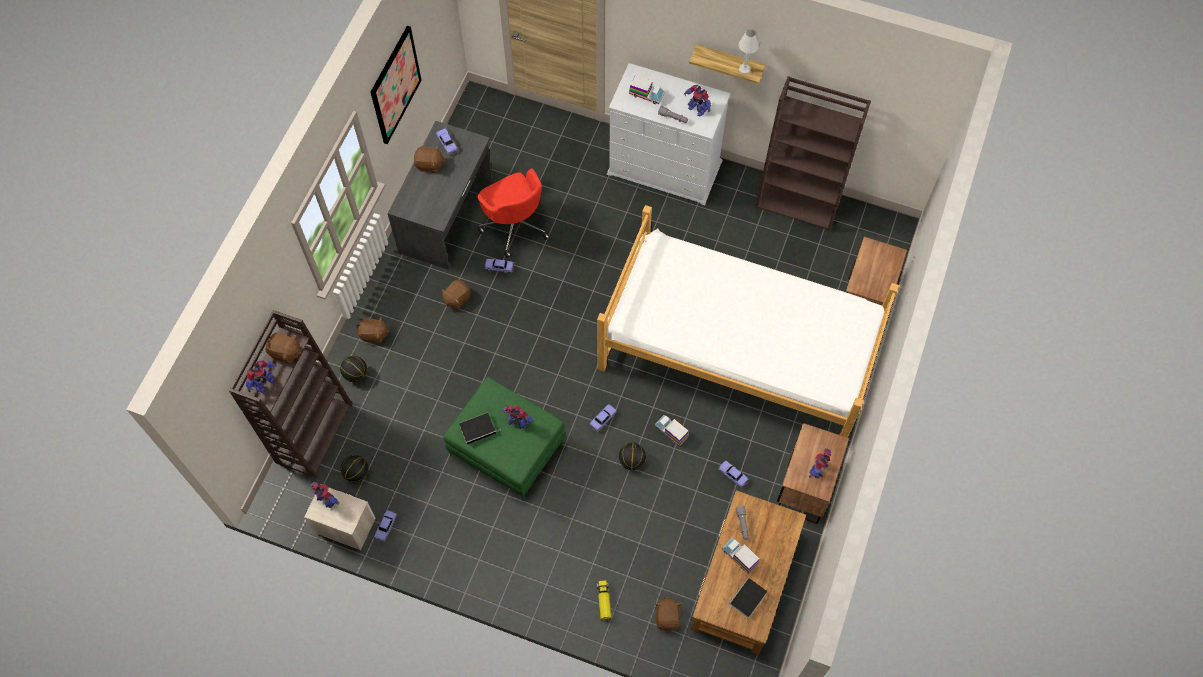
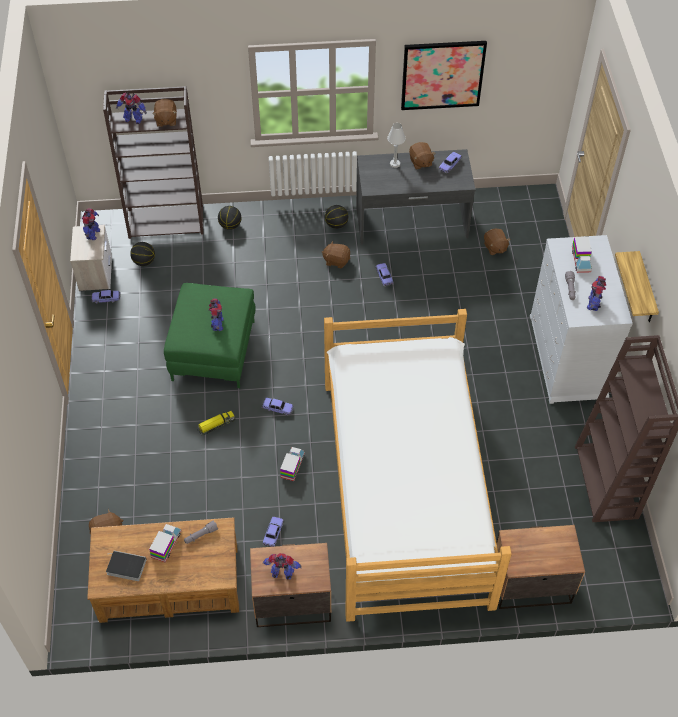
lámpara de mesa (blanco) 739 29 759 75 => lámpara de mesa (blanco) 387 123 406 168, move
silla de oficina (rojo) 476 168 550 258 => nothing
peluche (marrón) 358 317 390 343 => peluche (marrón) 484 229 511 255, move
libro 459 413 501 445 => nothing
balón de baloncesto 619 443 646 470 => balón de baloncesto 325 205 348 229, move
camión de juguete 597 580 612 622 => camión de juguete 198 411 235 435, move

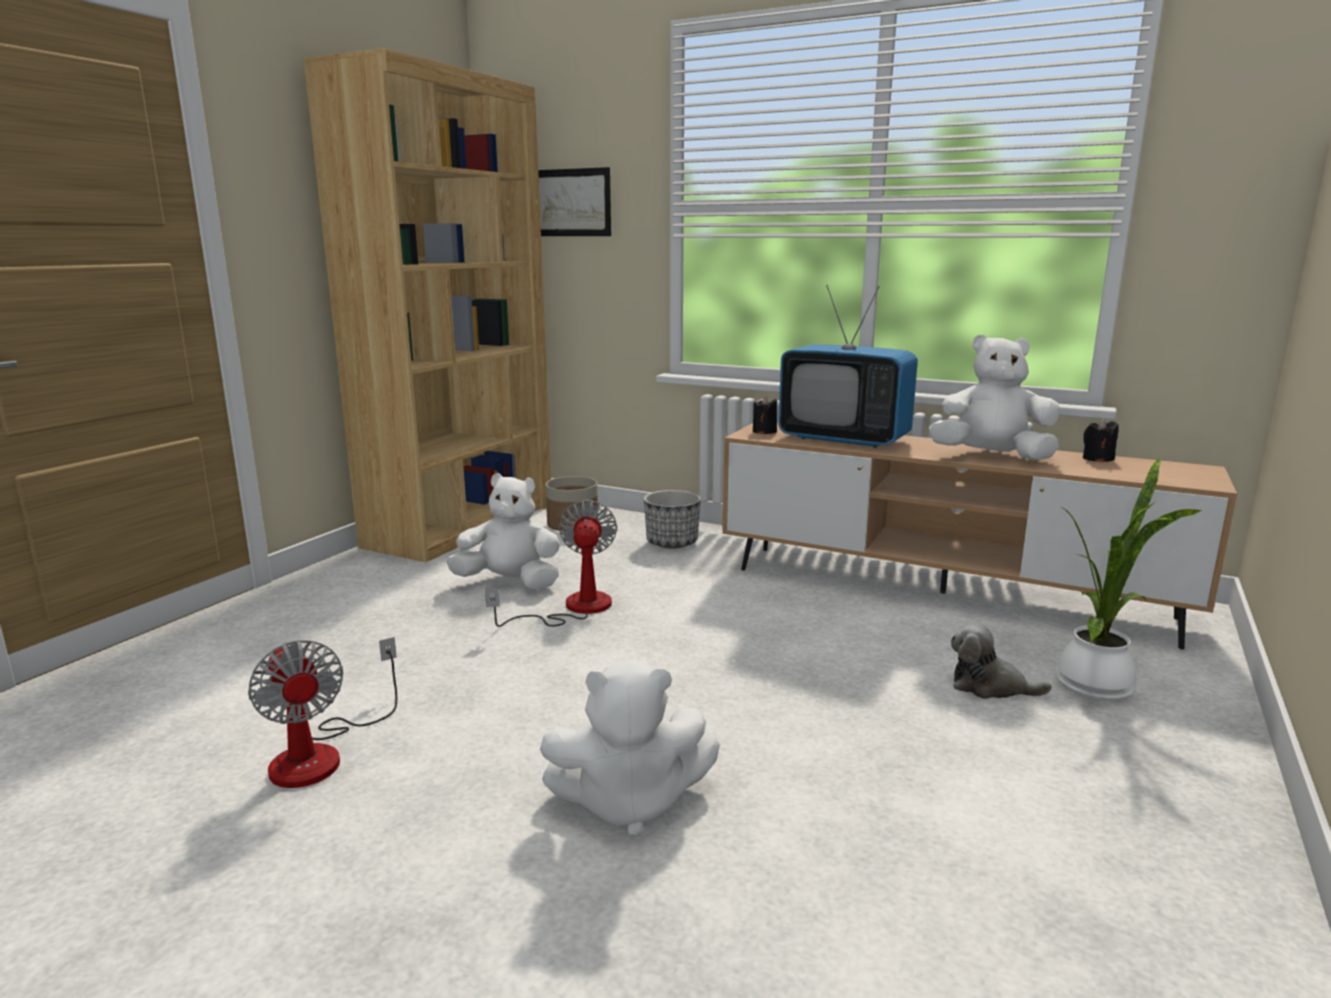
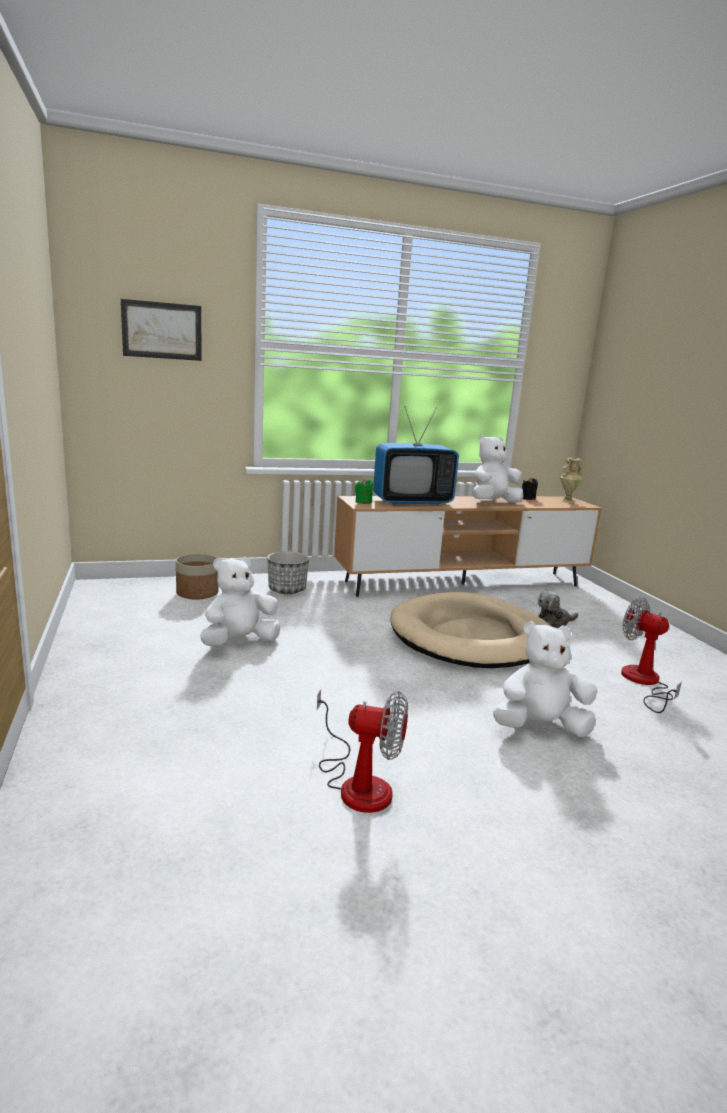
estantería (marrón) 303 48 551 562 => nothing
vela (negro) 753 396 777 434 => vela (verde) 355 479 373 504
planta en maceta 1055 458 1202 701 => nothing
ventilador 485 500 617 627 => ventilador 621 598 682 713, move
peluche (blanco) 540 660 720 837 => peluche (blanco) 493 621 597 737, 135 degrees counterclockwise
nothing => florero (beis) 560 458 583 503
nothing => cama para perro (beis) 390 592 552 668

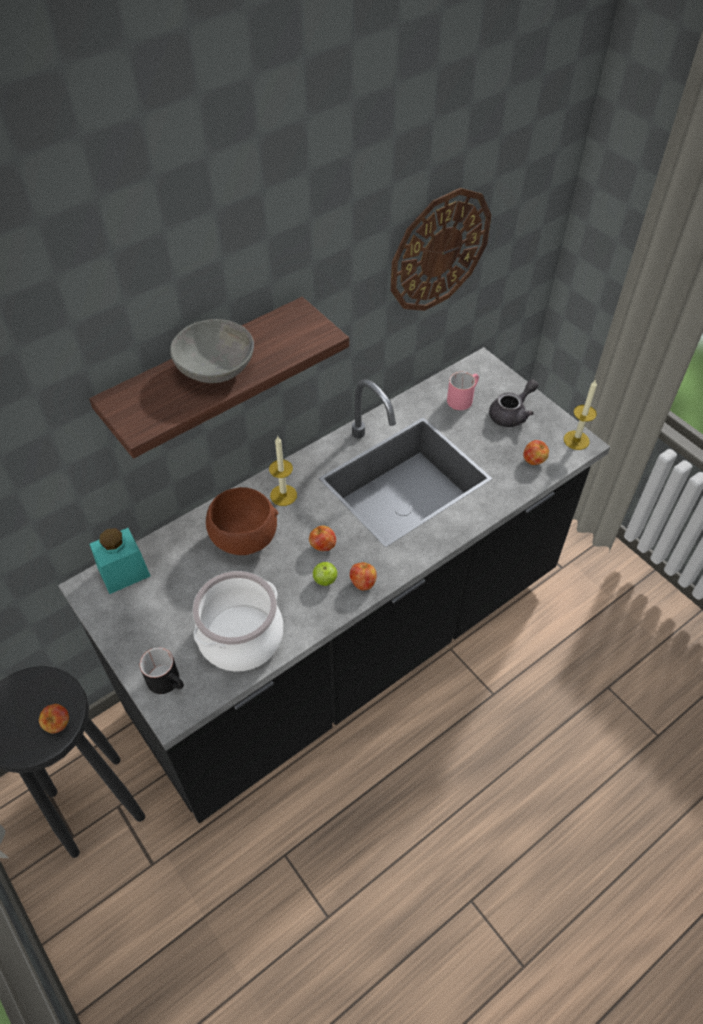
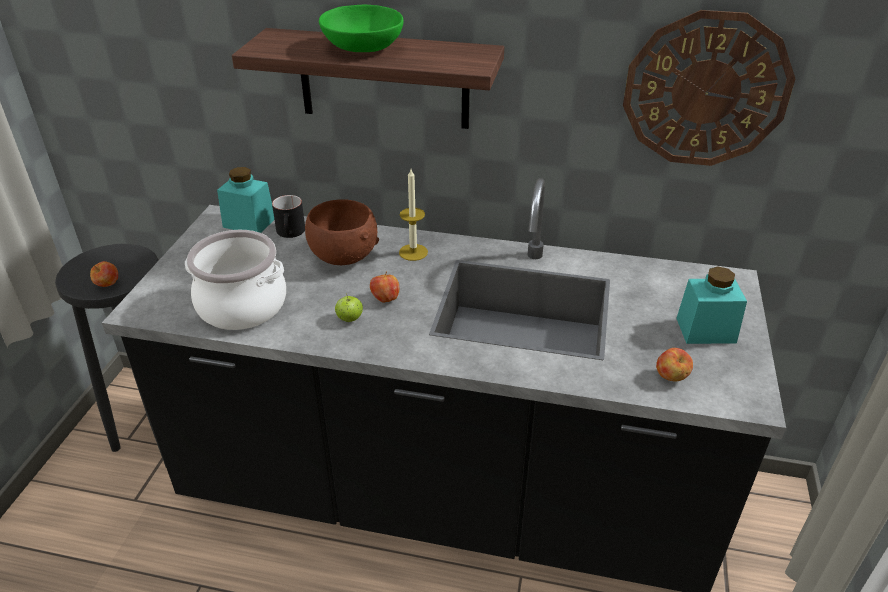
cuenco (gris) 170 319 254 383 => cuenco (verde) 319 5 404 52
taza grande (rosa) 447 372 479 410 => nothing
tetera (gris) 489 379 538 427 => tarro (turquesa) 676 266 747 344
vela 564 379 597 450 => nothing
manzana 350 562 377 591 => nothing
taza grande (negro) 140 647 184 694 => taza grande (negro) 272 195 305 238, move

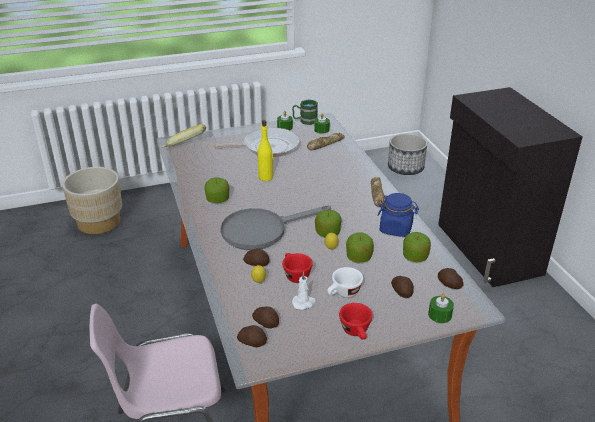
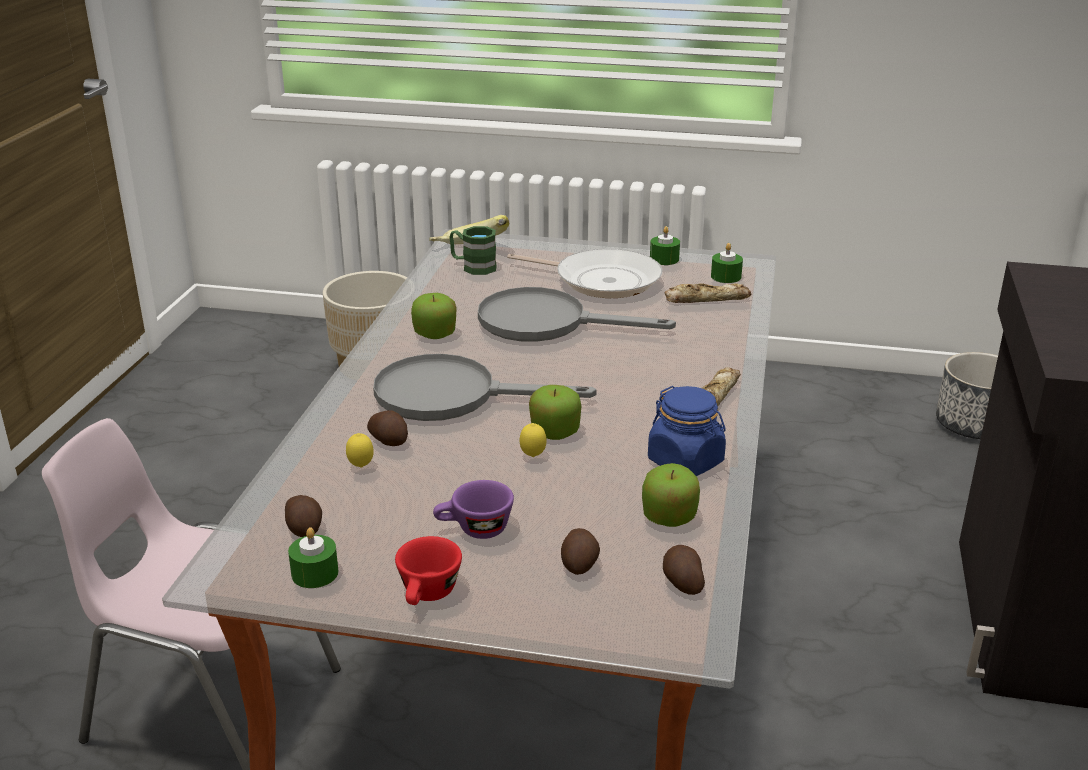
taza grande (verde) 292 100 318 125 => taza grande (verde) 449 226 497 275, move
botella (amarillo) 258 120 273 181 => sartén (gris) 478 287 676 342
manzana 346 232 374 263 => nothing
taza (rojo) 282 253 313 283 => nothing
taza (blanco) 327 267 363 298 => taza (morado) 433 480 514 539
vela (blanco) 292 272 316 310 => nothing
vela (verde) 428 294 454 323 => vela (verde) 288 527 339 588, move
patata 237 325 267 347 => nothing

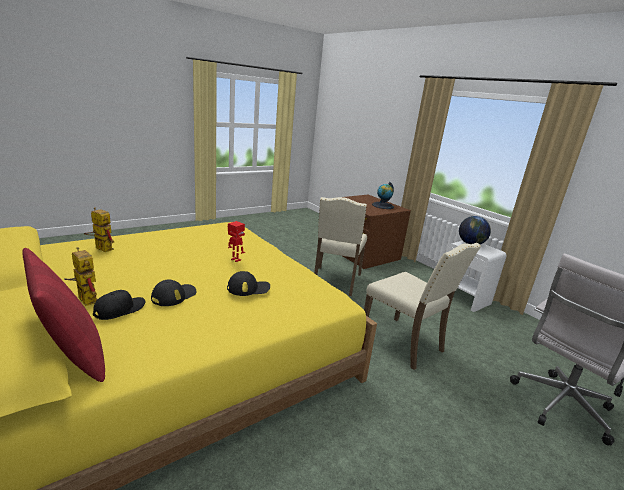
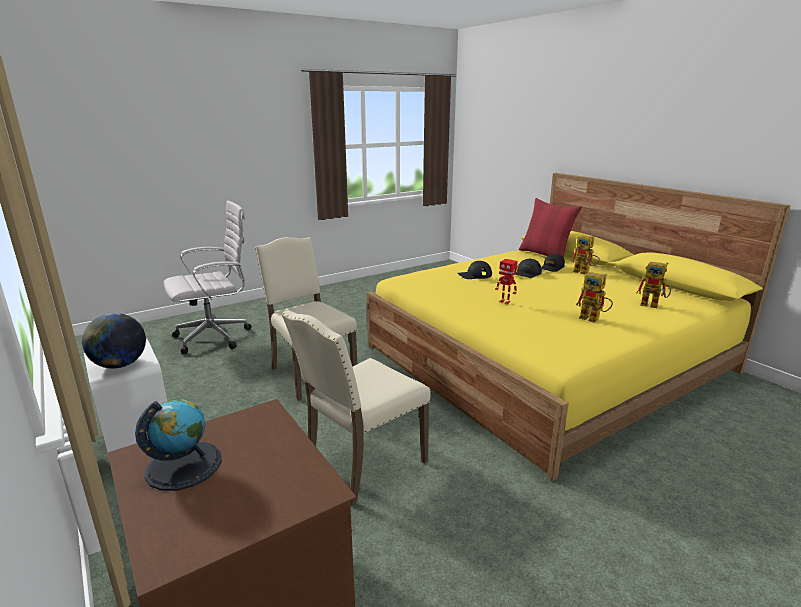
silla (beis) 314 197 367 296 => silla (beis) 281 310 431 506, 150 degrees counterclockwise
nothing => robot de juguete 576 272 613 323

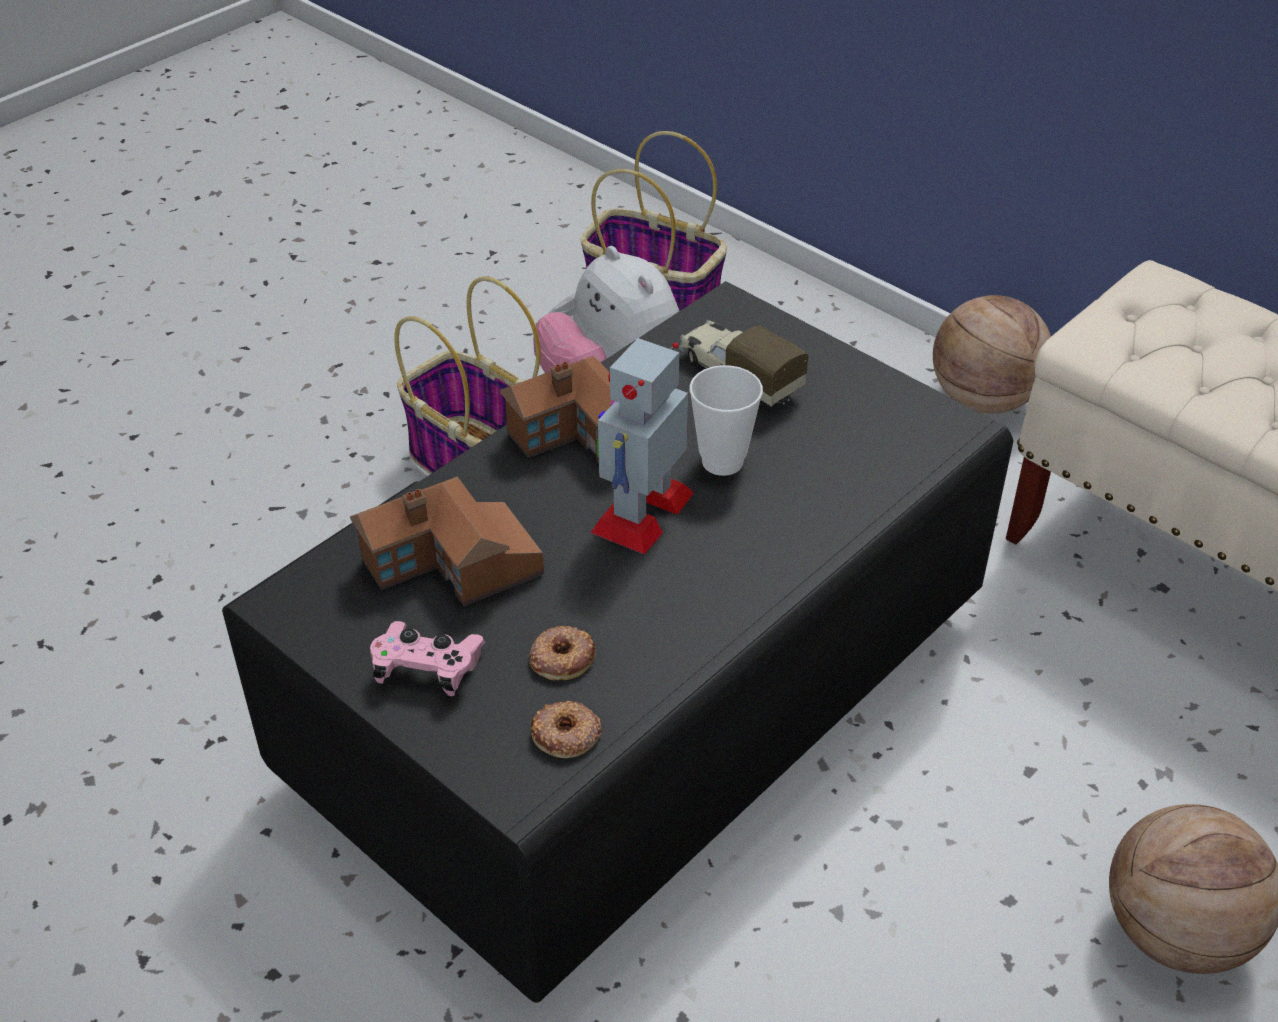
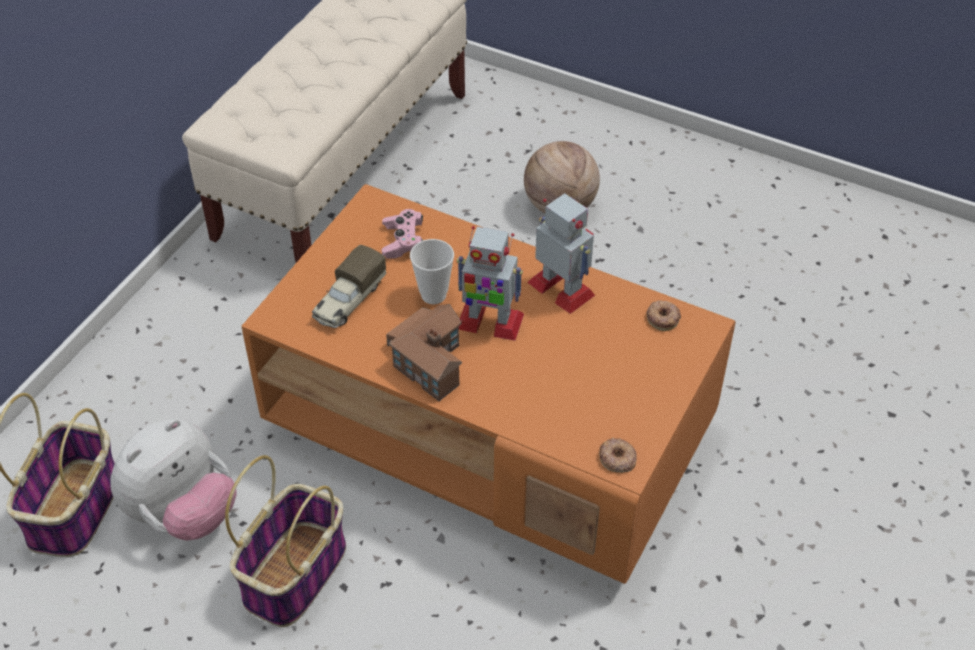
mesa de centro (negro) 222 281 1013 1003 => mesa de centro (naranja) 241 184 736 584
balón de baloncesto 933 295 1051 414 => nothing
casita 350 477 544 606 => nothing
mando de consola (rosa) 370 621 485 696 => mando de consola (rosa) 382 209 423 259, move
rosquilla 529 626 596 680 => rosquilla 599 438 637 473, move
nothing => robot de juguete 527 193 595 314

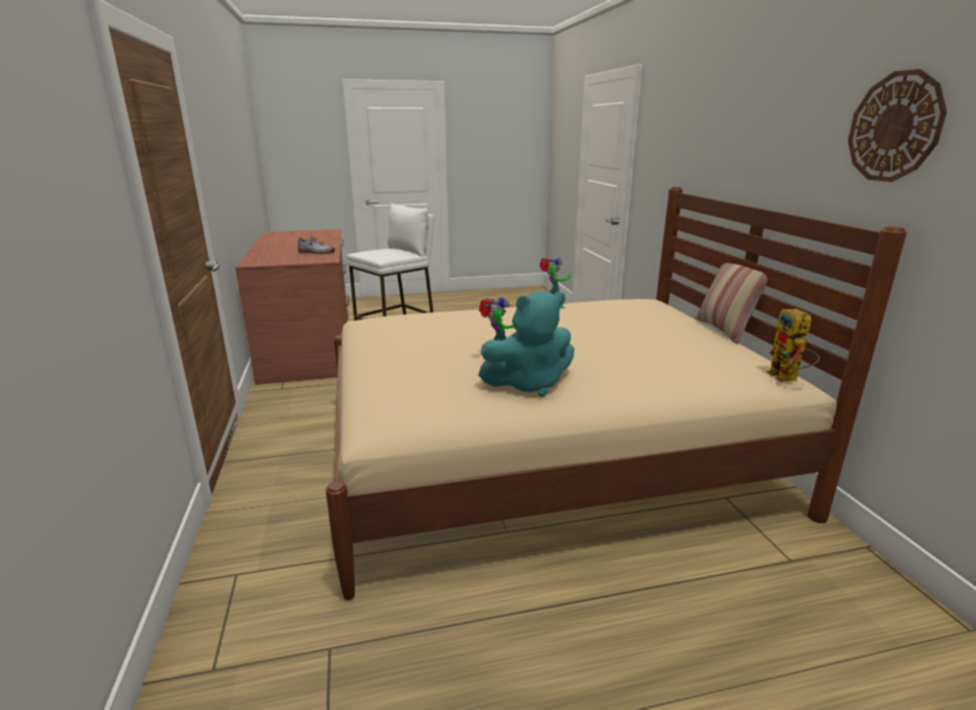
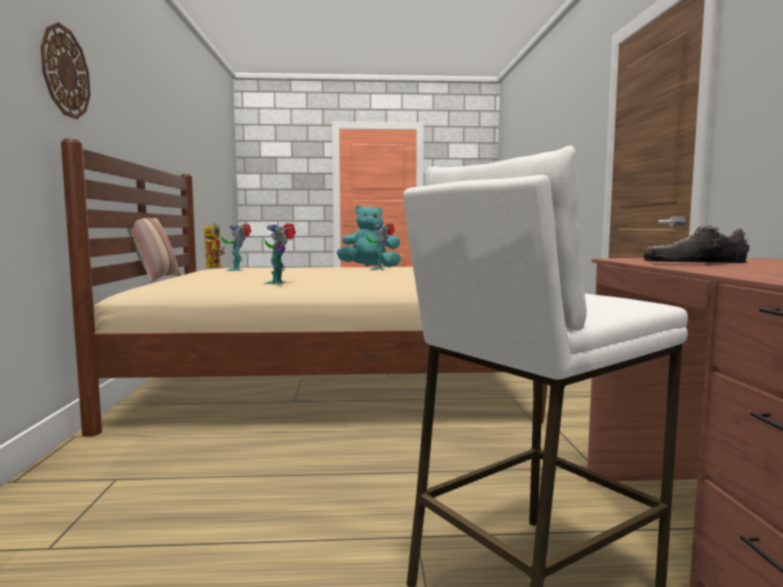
reloj de pared 848 69 947 182 => reloj de pared 41 22 90 119, move
nothing => robot de juguete 221 224 252 271

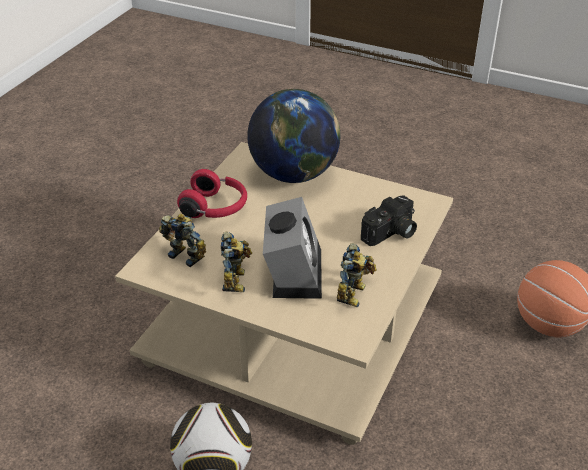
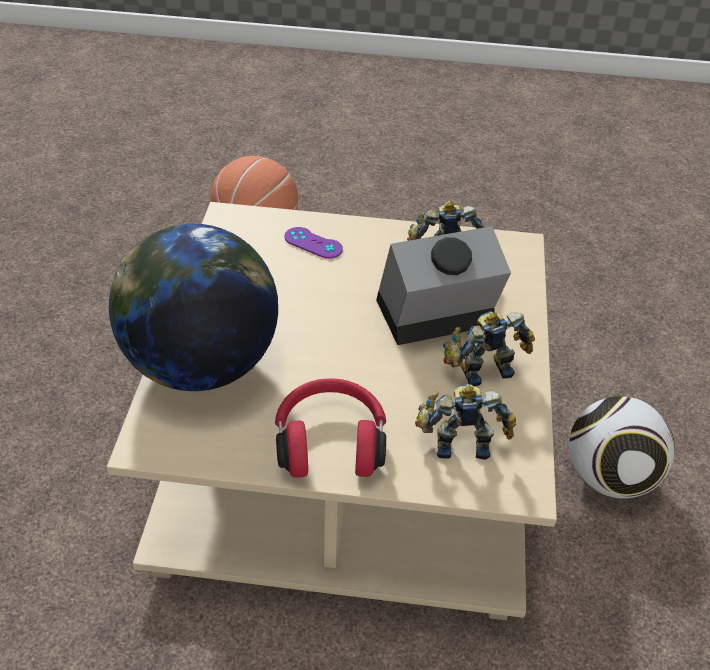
cámara 361 195 417 246 => mando de consola (morado) 284 227 343 259
robot de juguete 159 214 206 267 => robot de juguete 415 384 516 460, 75 degrees clockwise

